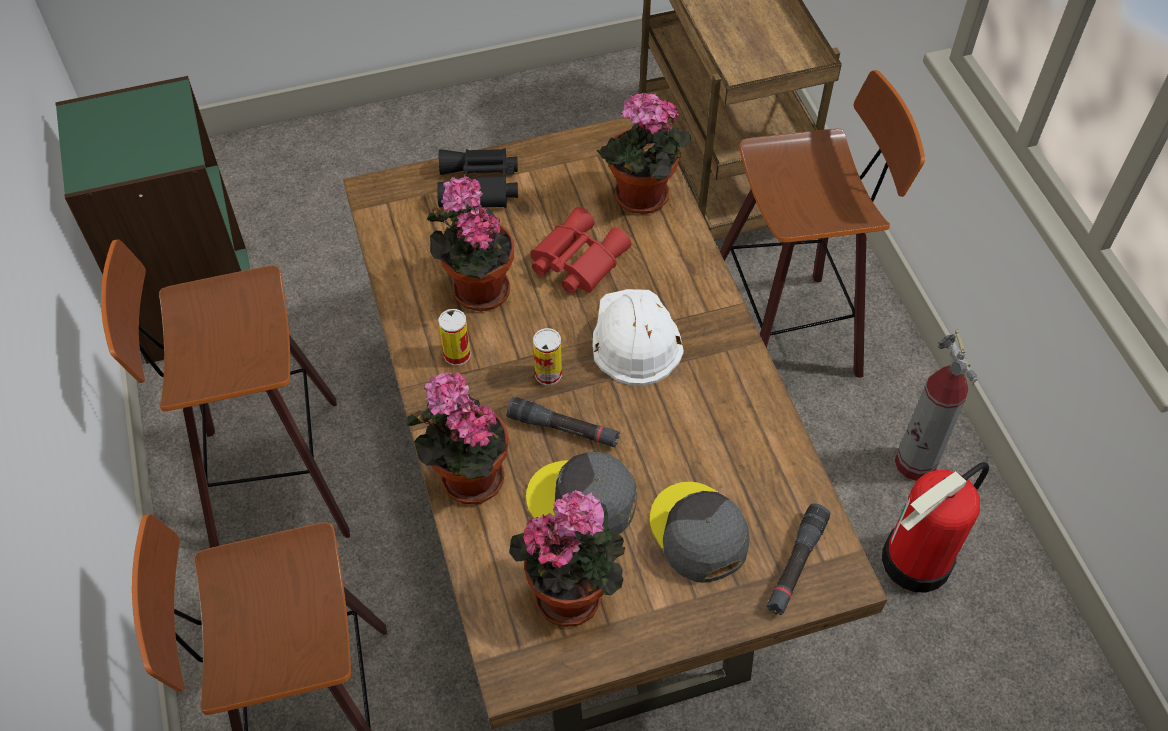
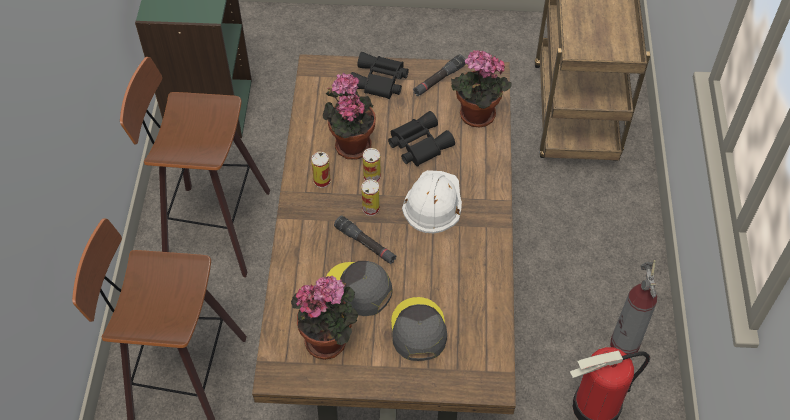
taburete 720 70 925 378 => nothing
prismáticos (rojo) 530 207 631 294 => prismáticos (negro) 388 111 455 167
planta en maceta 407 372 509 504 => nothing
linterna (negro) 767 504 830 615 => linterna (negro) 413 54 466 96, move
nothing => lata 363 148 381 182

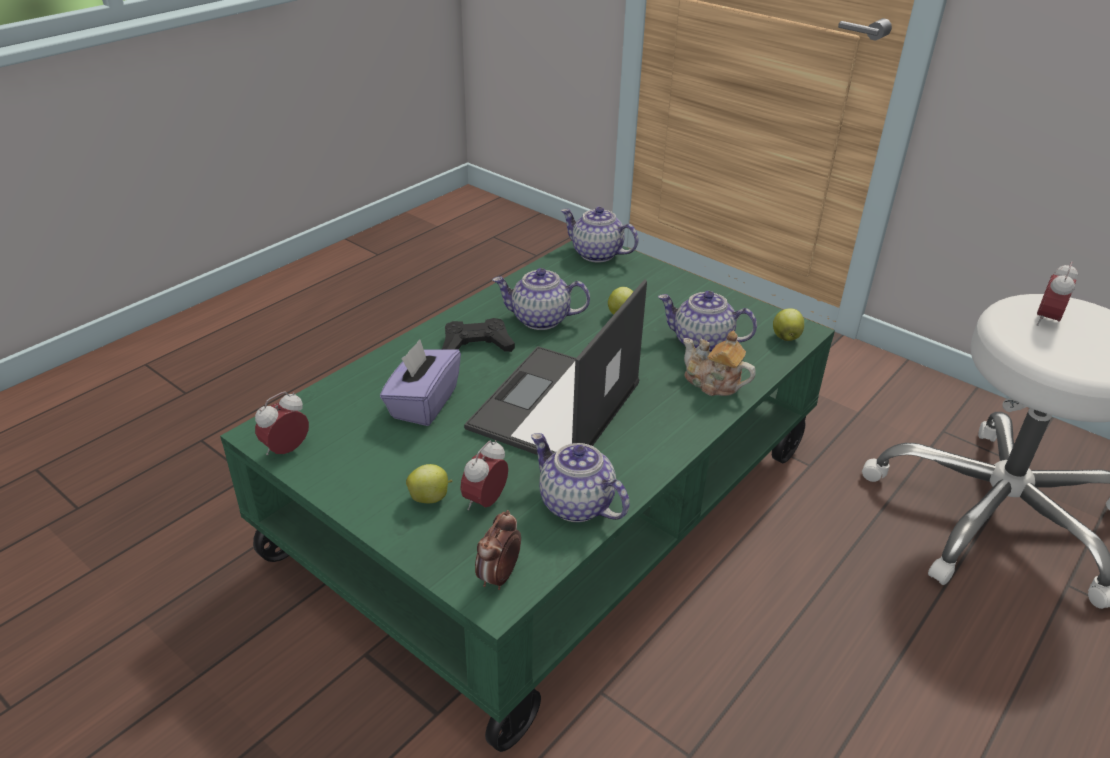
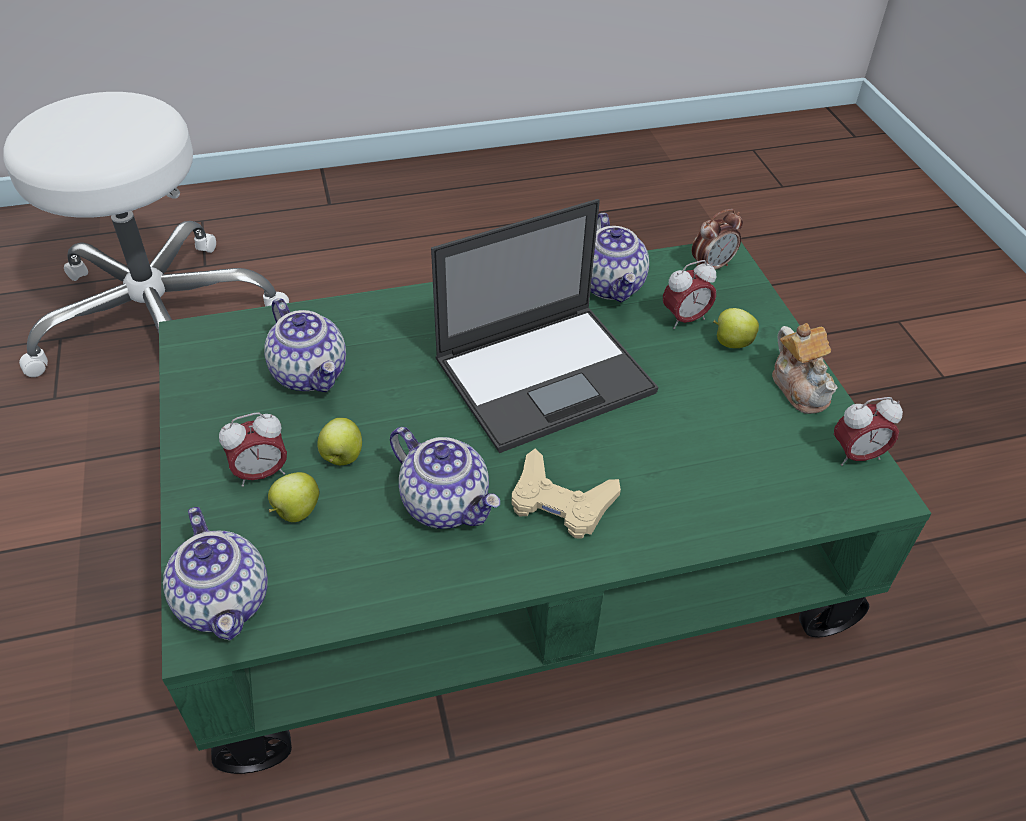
despertador 1037 261 1078 326 => despertador 219 412 287 487, move
manzana 773 308 804 341 => manzana 268 472 319 522, move
mando de consola (negro) 442 318 515 352 => mando de consola (beis) 511 449 621 539
tetera 683 331 756 396 => tetera 772 323 838 414, move
caja de pañuelos (morado) 380 339 461 426 => nothing

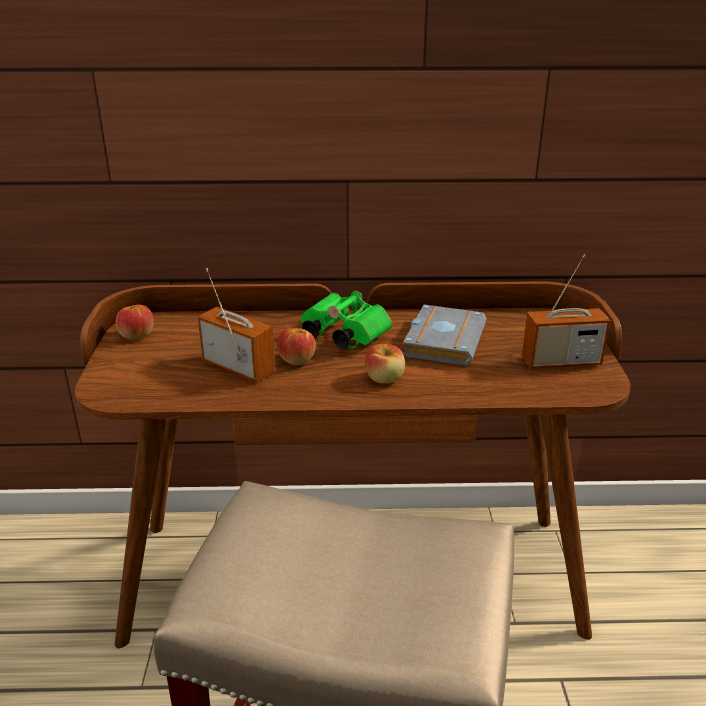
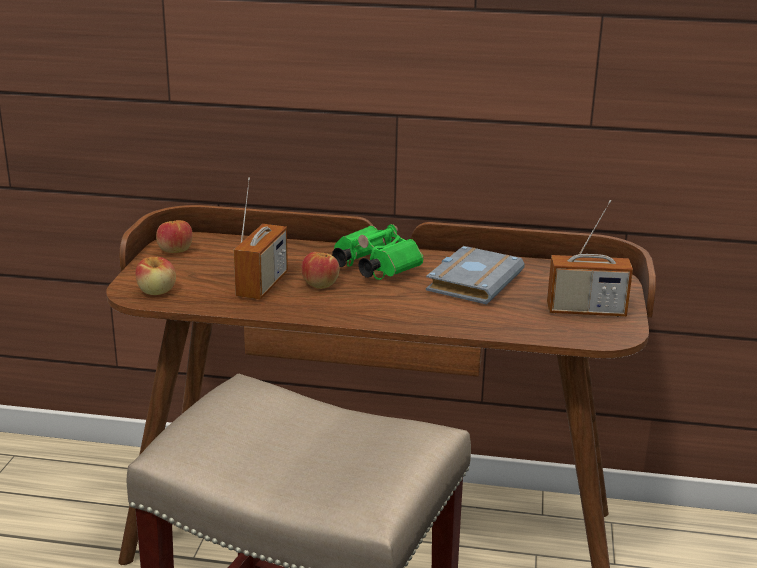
radio 197 268 276 382 => radio 234 177 288 299, 60 degrees clockwise
manzana 365 343 405 384 => manzana 135 257 176 295, move

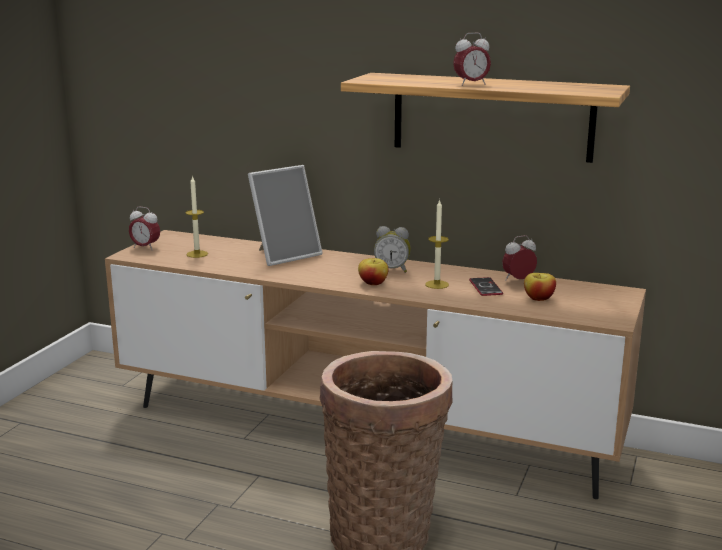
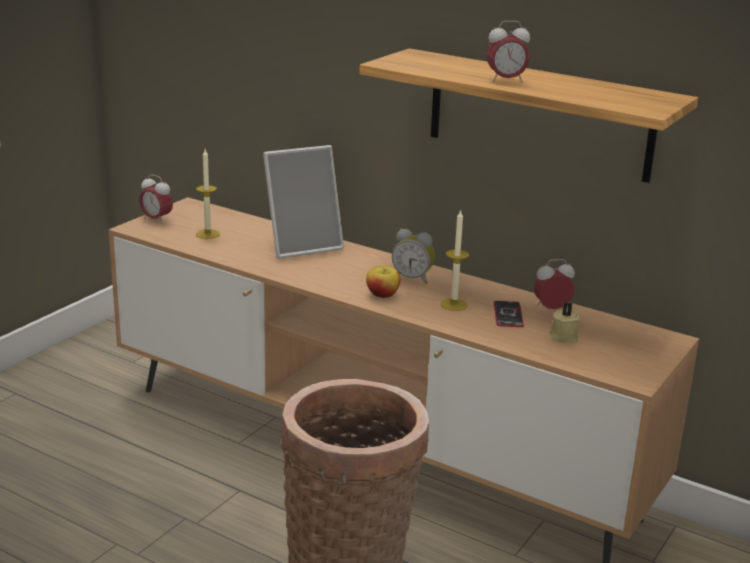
manzana 524 273 556 301 => vela (beis) 549 302 579 343

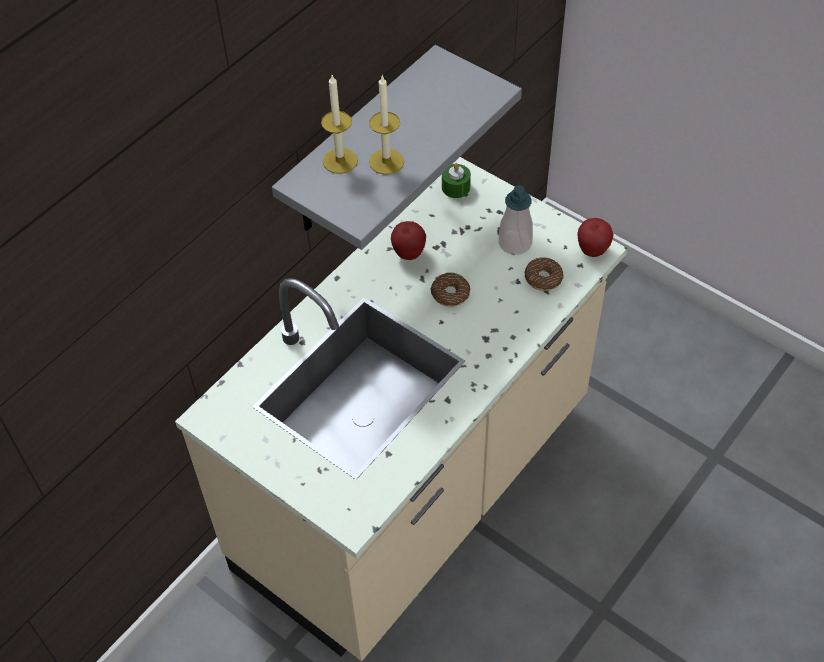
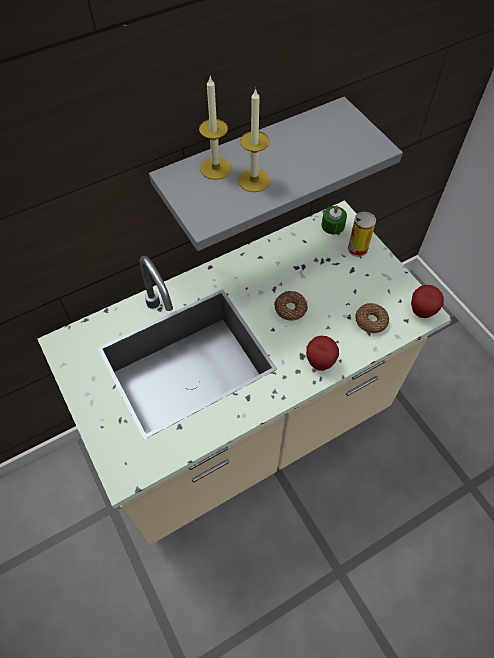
dispensador de jabón 499 185 533 255 => nothing
manzana 391 221 426 260 => manzana 306 336 339 371, move
nothing => lata 348 211 376 257

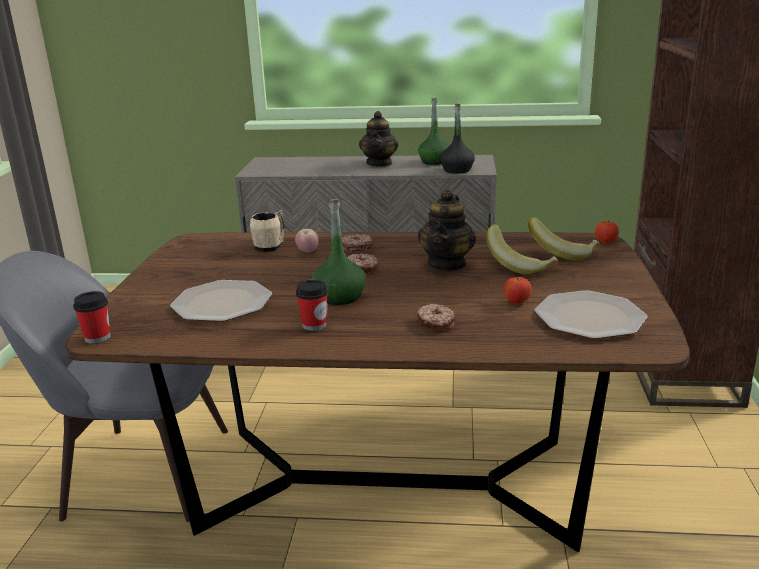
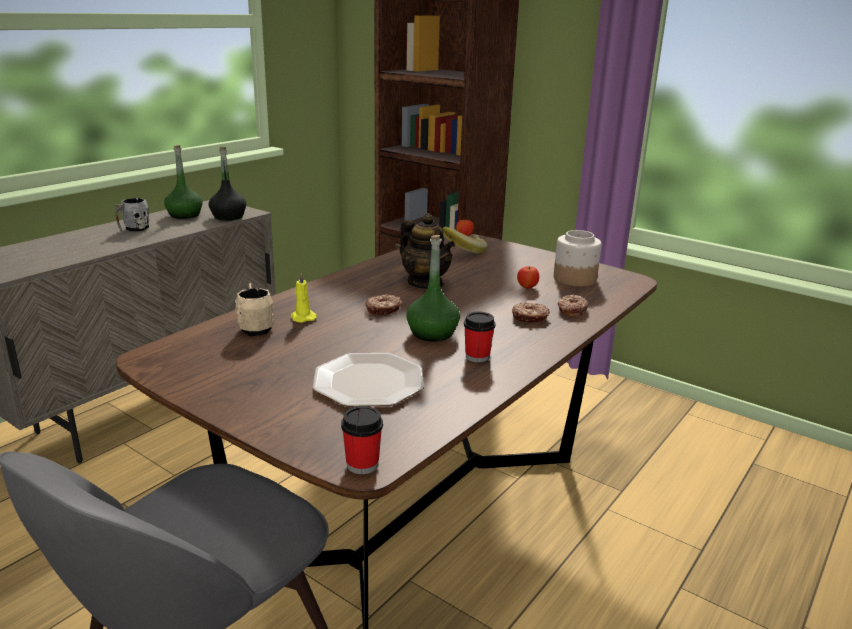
tetera 359 111 398 167 => taza grande (gris) 115 198 149 233
plátano 486 224 558 275 => nothing
manzana 295 229 318 253 => vela (amarillo) 291 272 317 323
rosquilla 342 234 373 252 => rosquilla 558 295 589 317, move
plato 535 290 648 339 => tarro 554 230 602 286

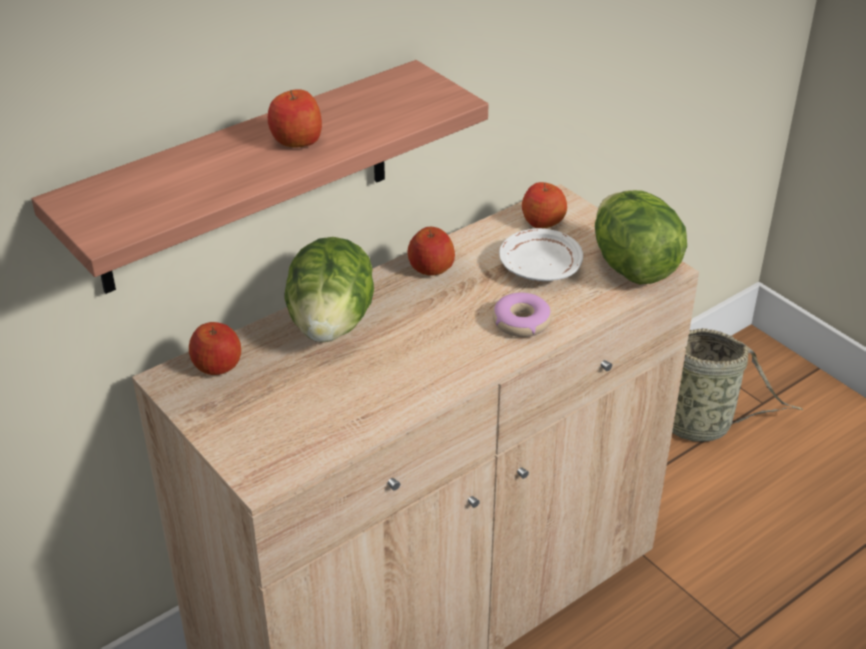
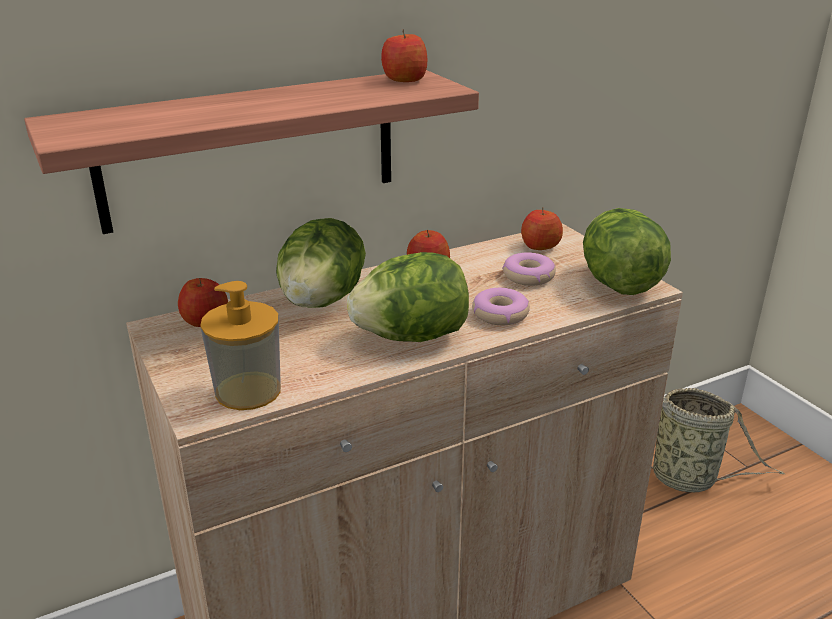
manzana 268 89 322 148 => manzana 381 29 428 82, move
plato (blanco) 499 228 583 281 => rosquilla 502 252 556 286
nothing => lechuga 347 252 469 342
nothing => dispensador de jabón 200 281 281 410

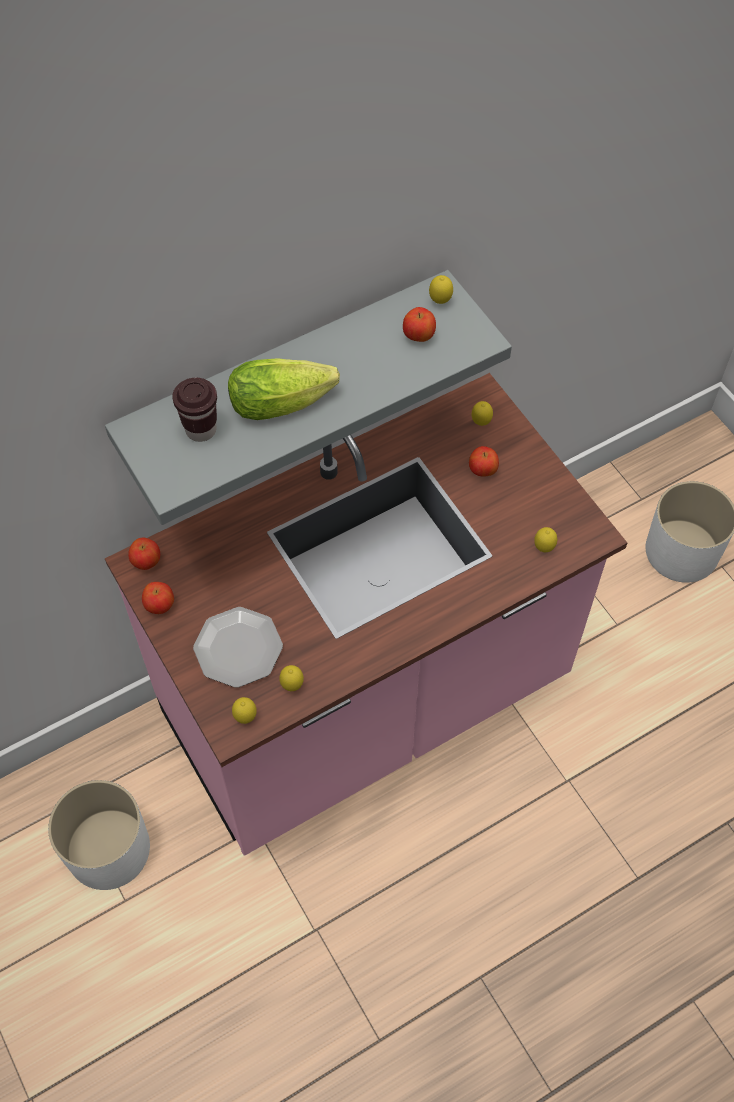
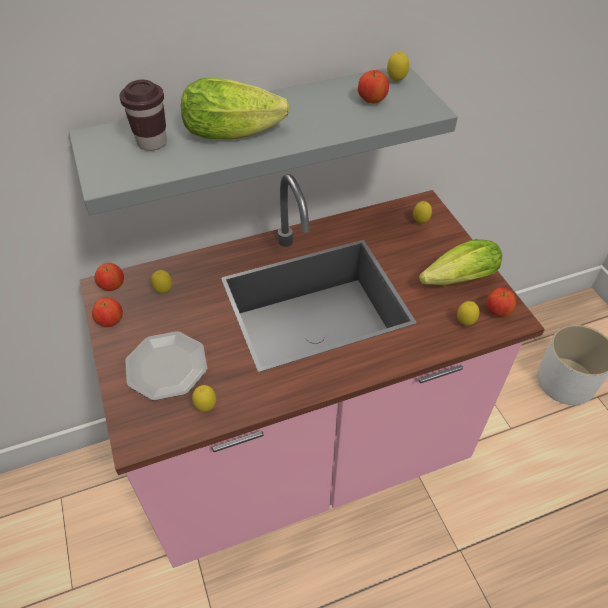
manzana 469 446 499 476 => manzana 486 287 516 316, move
limón 232 697 257 724 => limón 151 270 172 294, move
maceta (blanco) 48 780 150 890 => nothing
nothing => lechuga 419 239 502 285

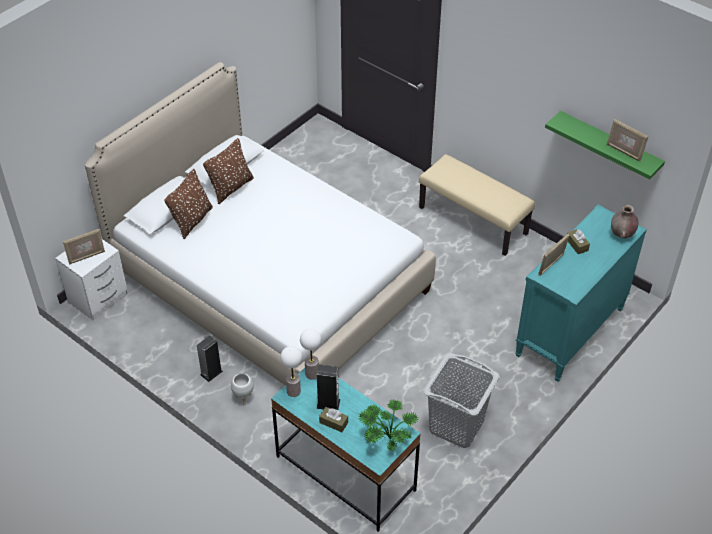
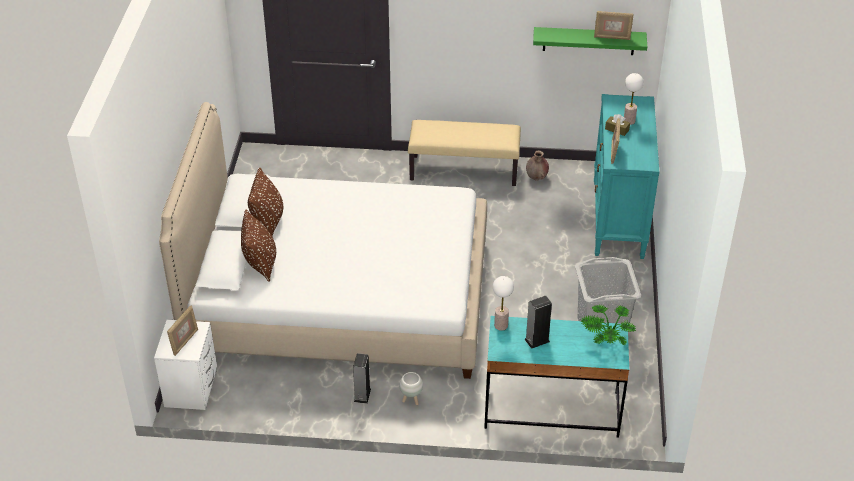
florero (marrón) 611 205 639 238 => florero (marrón) 526 151 549 181, move
lámpara de mesa 280 346 302 397 => lámpara de mesa 624 73 644 125, move
caja de pañuelos (marrón) 319 407 348 432 => nothing

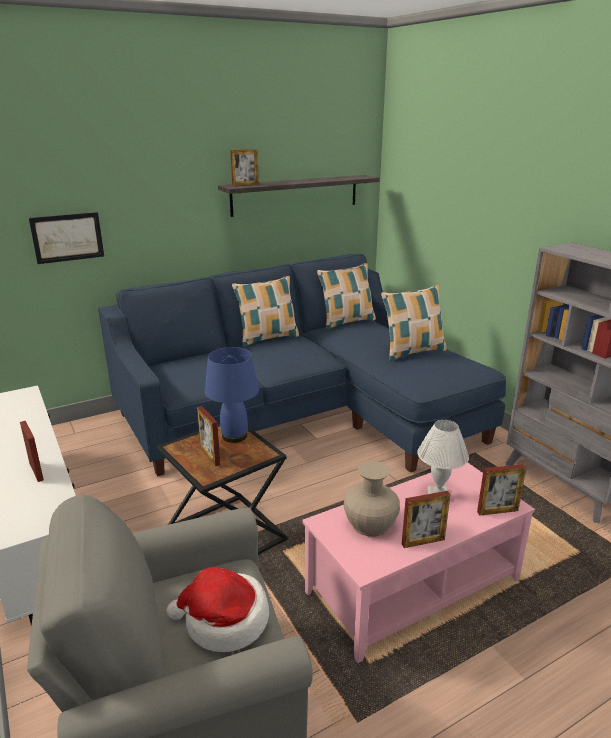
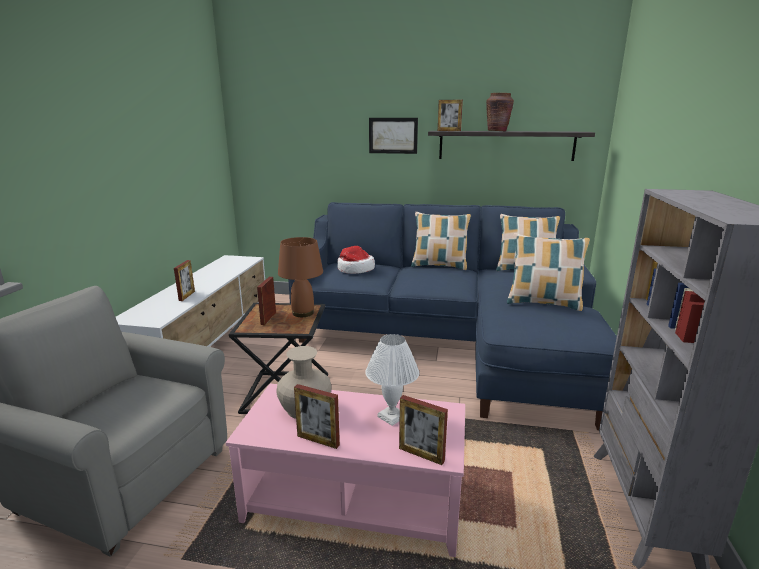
cuadro 29 212 104 264 => cuadro 369 118 418 154, move
lámpara de mesa (azul) 205 347 259 443 => lámpara de mesa (marrón) 278 237 323 317
sombrero 166 567 269 652 => sombrero 337 246 375 274, move
nothing => florero (marrón) 486 93 514 131

